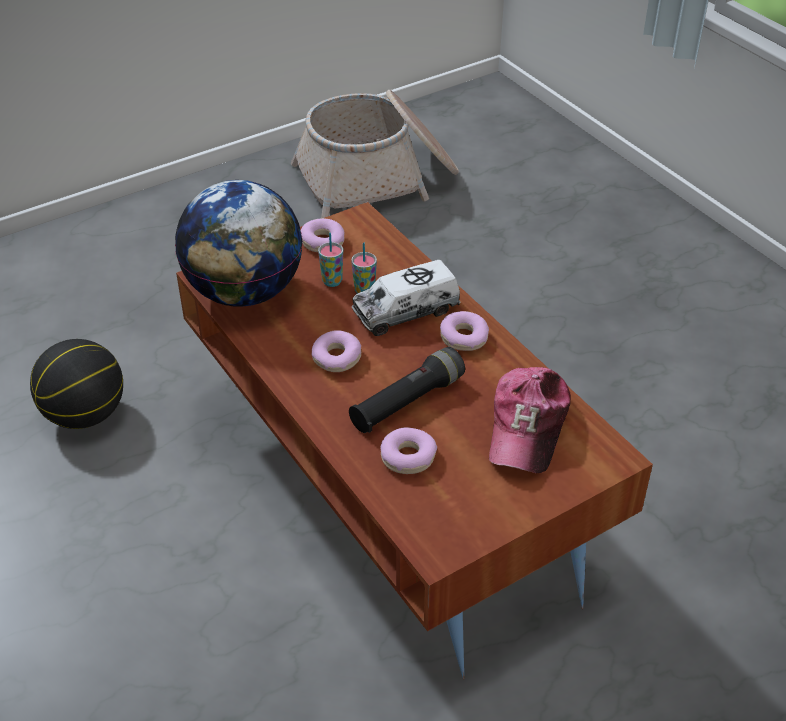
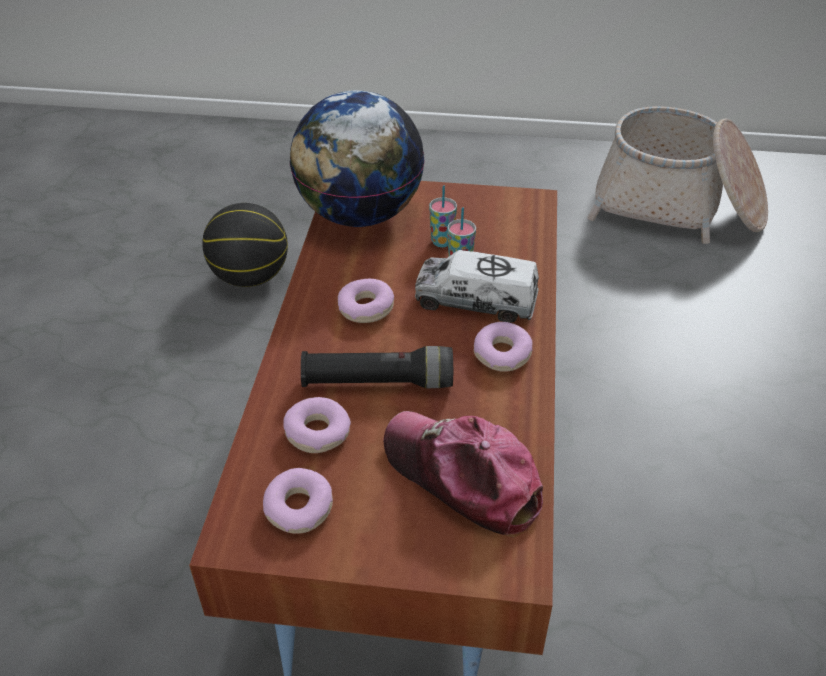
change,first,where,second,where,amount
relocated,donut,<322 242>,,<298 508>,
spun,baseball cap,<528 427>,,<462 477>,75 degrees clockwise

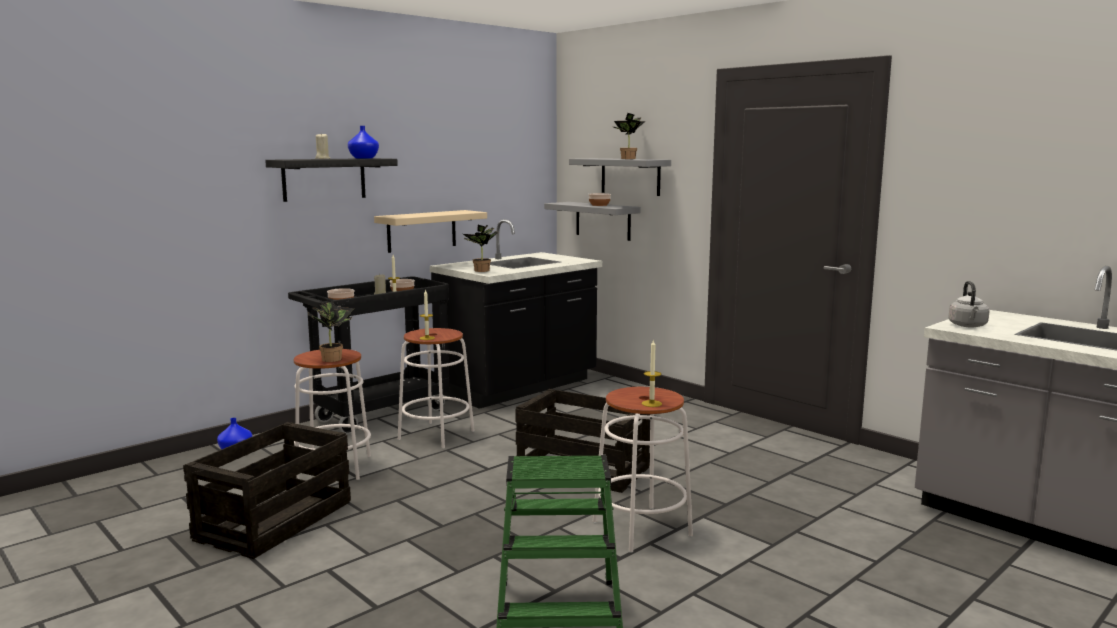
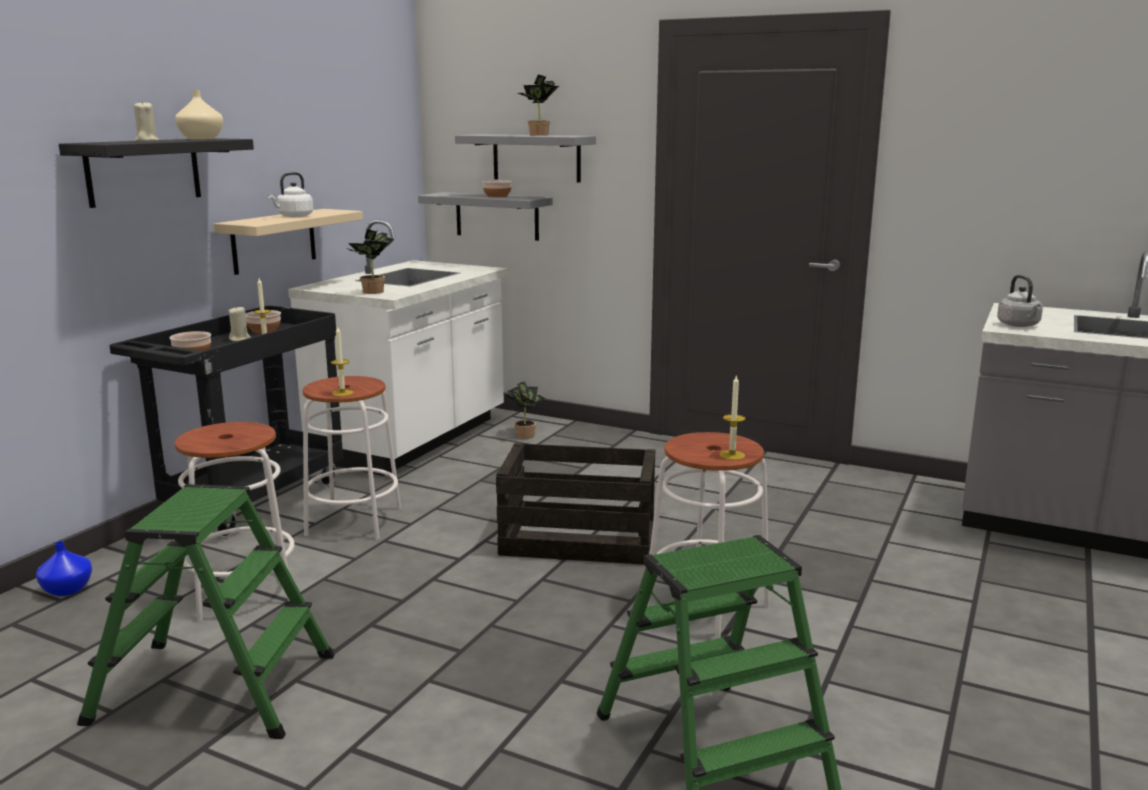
change,first,where,second,where,amount
exchanged,crate,<275 520>,step ladder (greenish),<213 688>,
colour,flower vase (bluish),<364 158>,flower vase (sand-coloured),<202 139>,
appeared,,,kettle (whitish),<294 216>,
colour,kitchen base unit (blackish),<519 387>,kitchen base unit (whitish),<413 439>,
relocated,houseplant,<333 358>,,<524 435>,

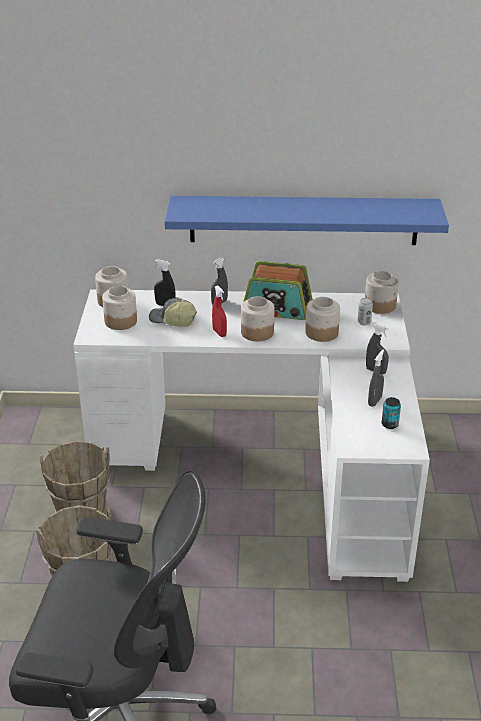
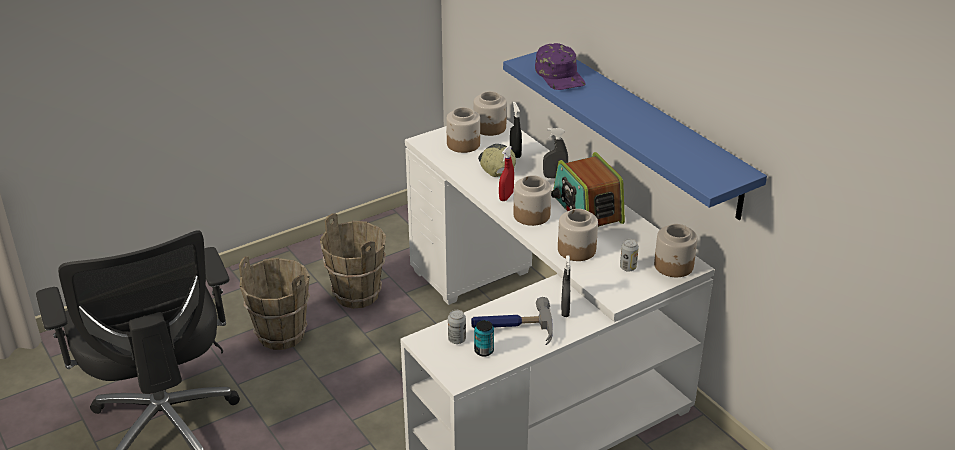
change,first,where,second,where,amount
appeared,,,can,<457 339>,
exchanged,spray bottle (greyish),<374 401>,tool hammer,<512 328>,
appeared,,,baseball cap (purplish),<560 75>,

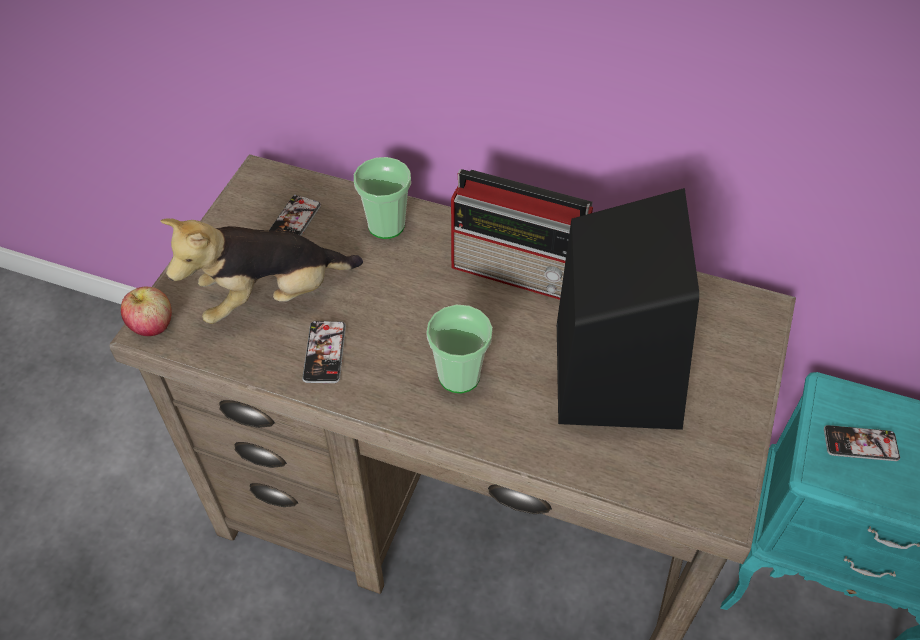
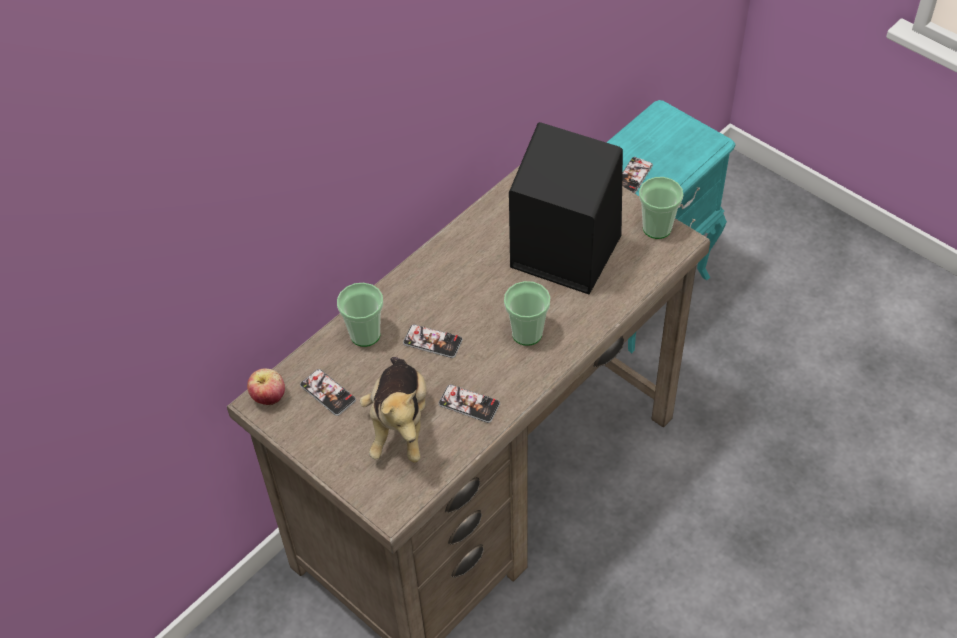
change,first,where,second,where,amount
relocated,apple fruit,<152 326>,,<269 397>,
appeared,,,handset,<432 342>,
appeared,,,cup,<657 228>,
missing,radio receiver,<520 271>,,,

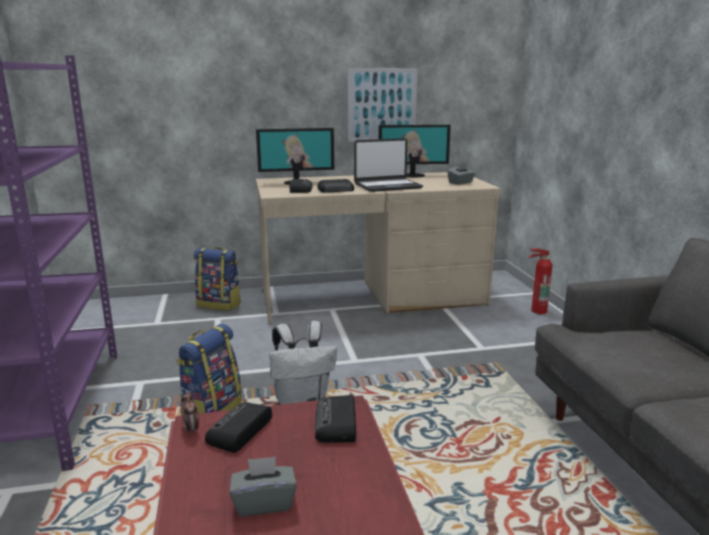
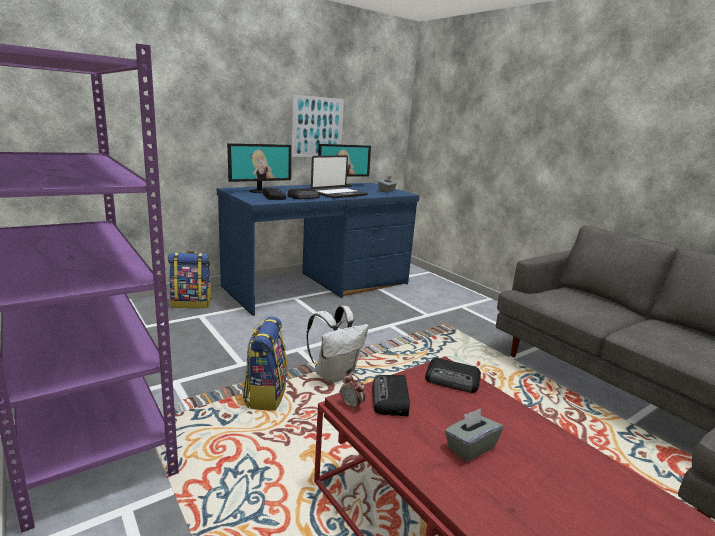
change,first,where,second,where,amount
colour,desk table (sand-coloured),<372 298>,desk table (bluish),<319 285>,
spun,radio receiver,<337 424>,,<453 380>,45 degrees counterclockwise
missing,extinguisher,<537 310>,,,

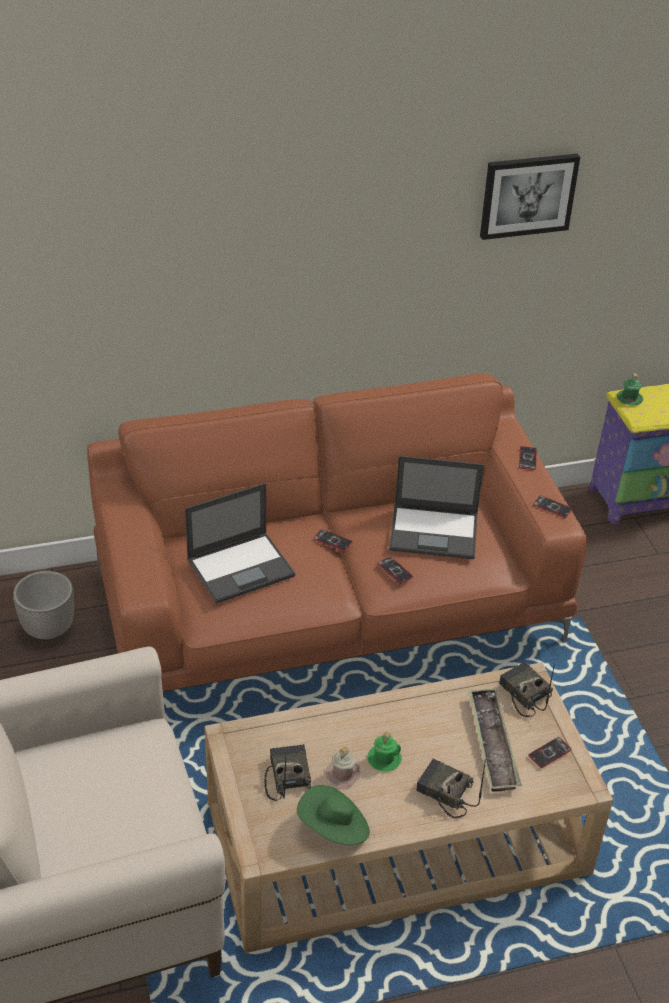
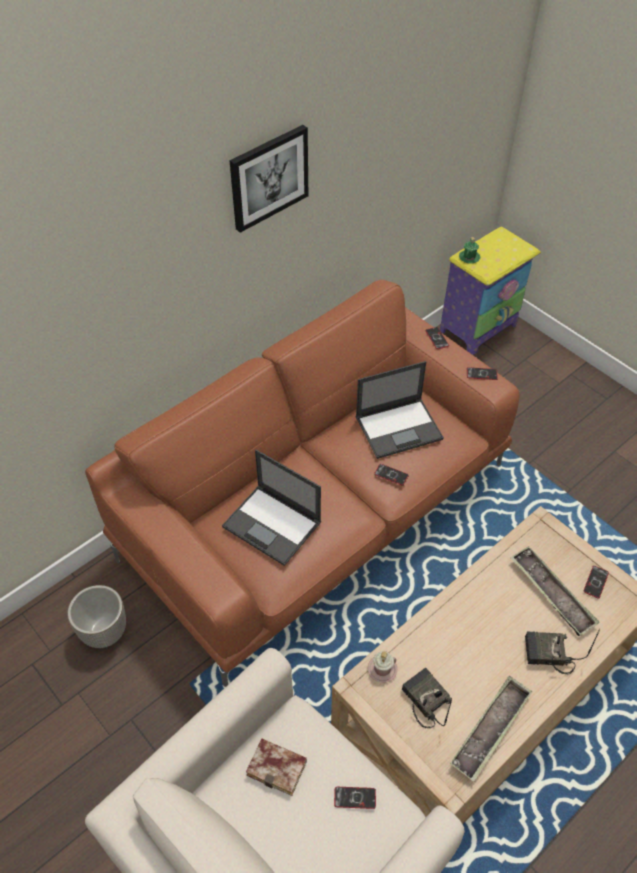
change,first,where,second,where,amount
spun,notebook computer,<241 567>,,<273 525>,90 degrees clockwise
relocated,wall picture,<528 195>,,<268 177>,
appeared,,,volume,<279 768>,
relocated,handset,<332 541>,,<355 798>,
relocated,tea mug (pinkish),<342 774>,,<382 669>,
exchanged,wearable hat (greenish),<334 828>,carrying tray,<491 730>,
missing,tea mug (greenish),<384 759>,,,
missing,radio receiver,<523 694>,,,

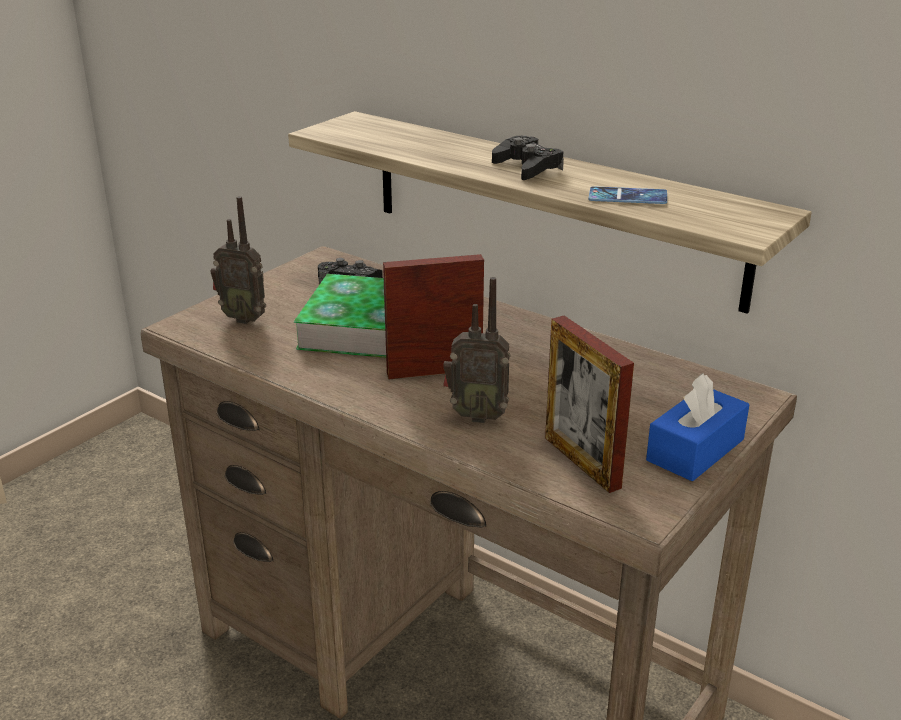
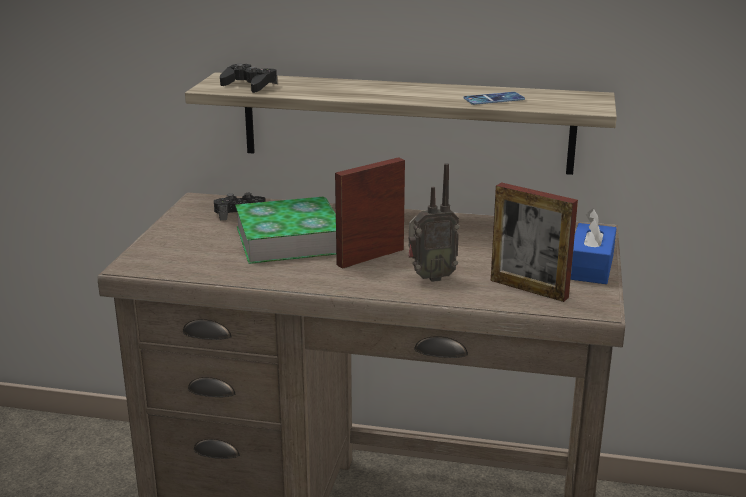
change,first,where,second,where,amount
relocated,game controller (blackish),<527 167>,,<249 85>,
missing,radio receiver,<244 318>,,,

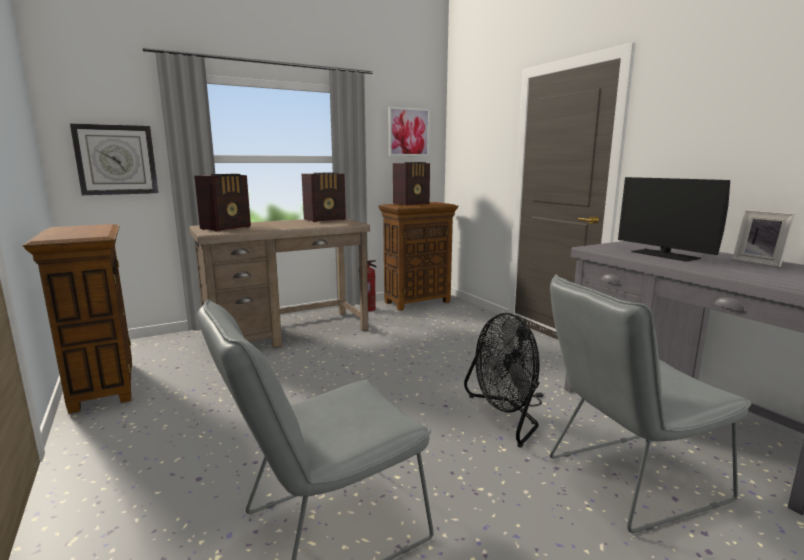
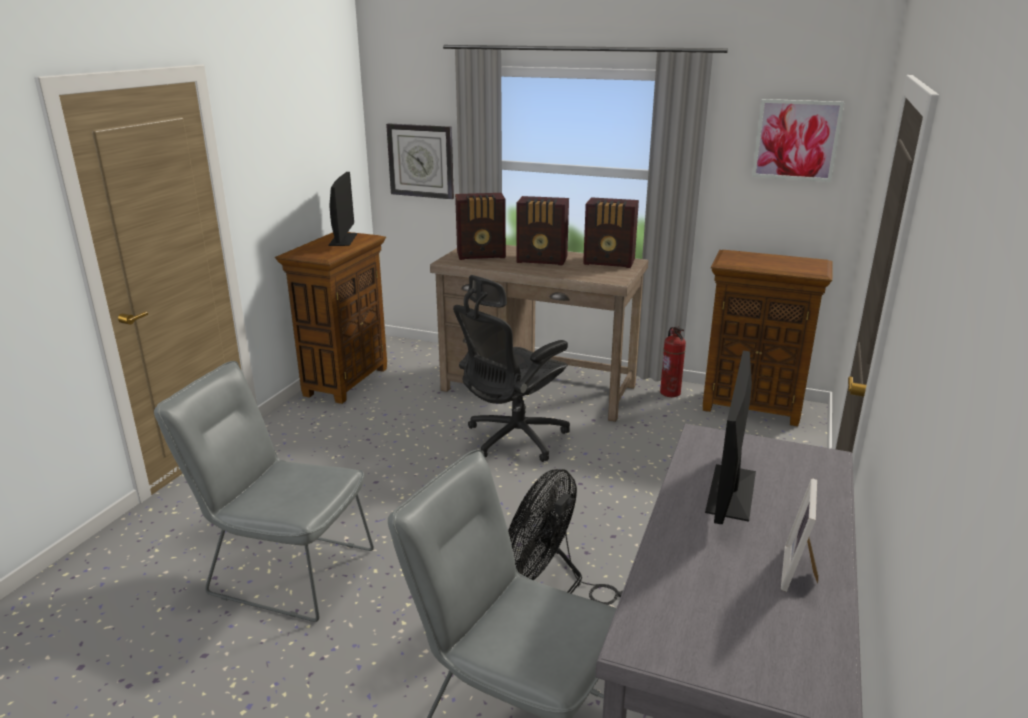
change,first,where,second,where,amount
appeared,,,computer display,<343 239>,
appeared,,,computer chair,<513 440>,
relocated,radio receiver,<412 204>,,<543 260>,

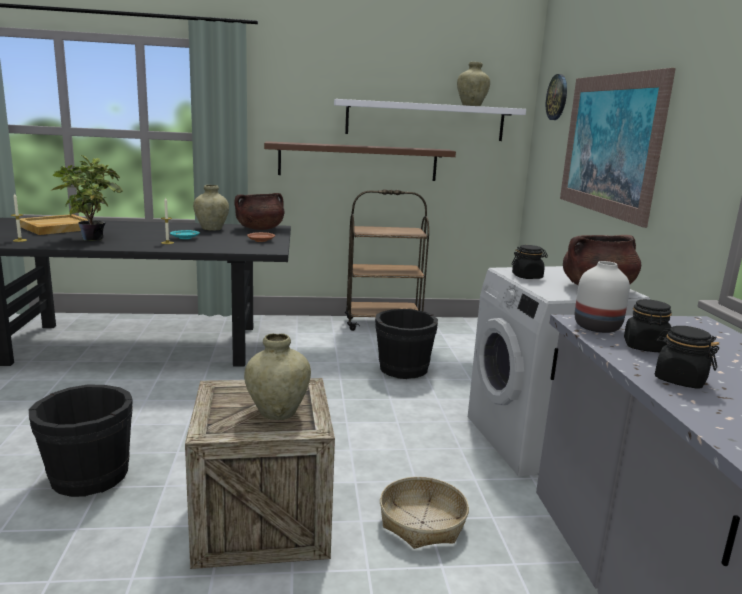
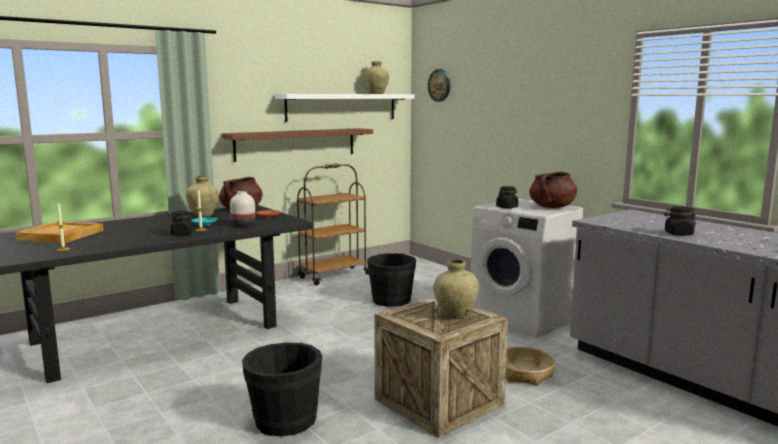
change,first,where,second,where,amount
relocated,jar (blackish),<645 347>,,<181 234>,
relocated,flower vase (whitish),<597 327>,,<243 225>,
missing,houseplant,<92 238>,,,
missing,wall picture,<609 144>,,,

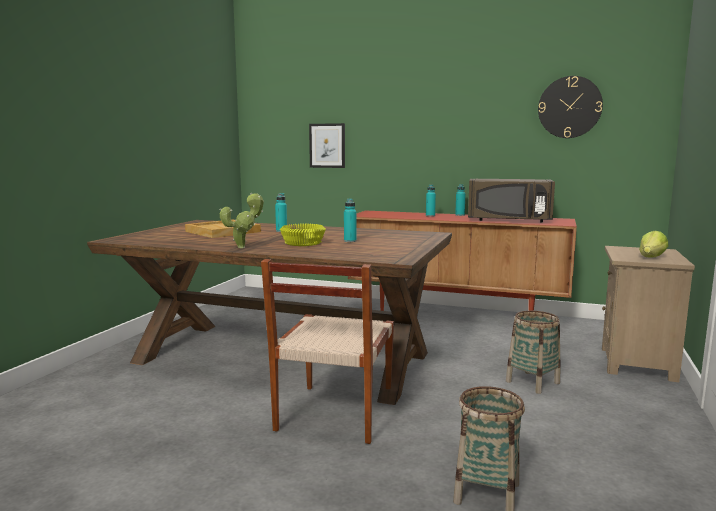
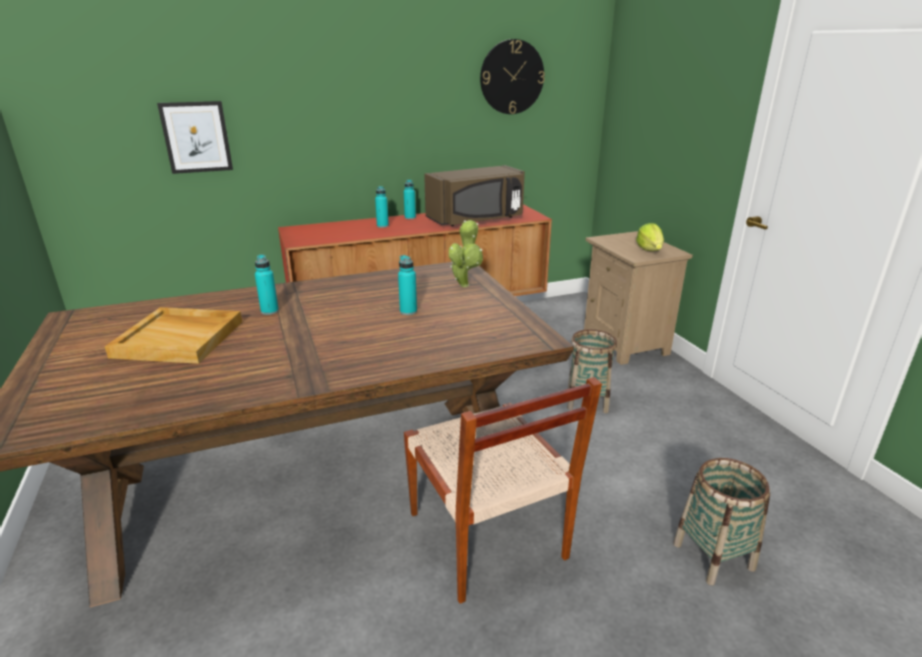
change,first,where,second,where,amount
relocated,houseplant,<244 247>,,<465 284>,
missing,deep dish (yellowish),<304 243>,,,

